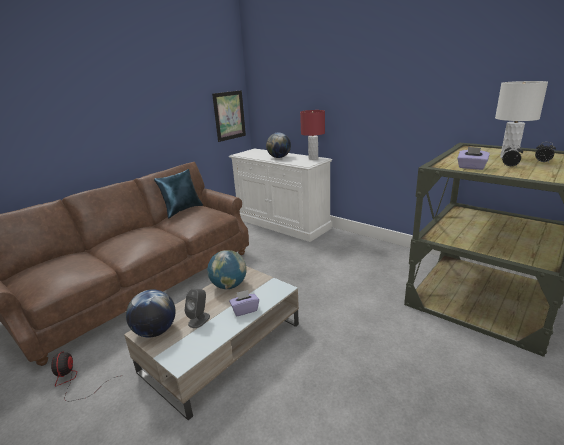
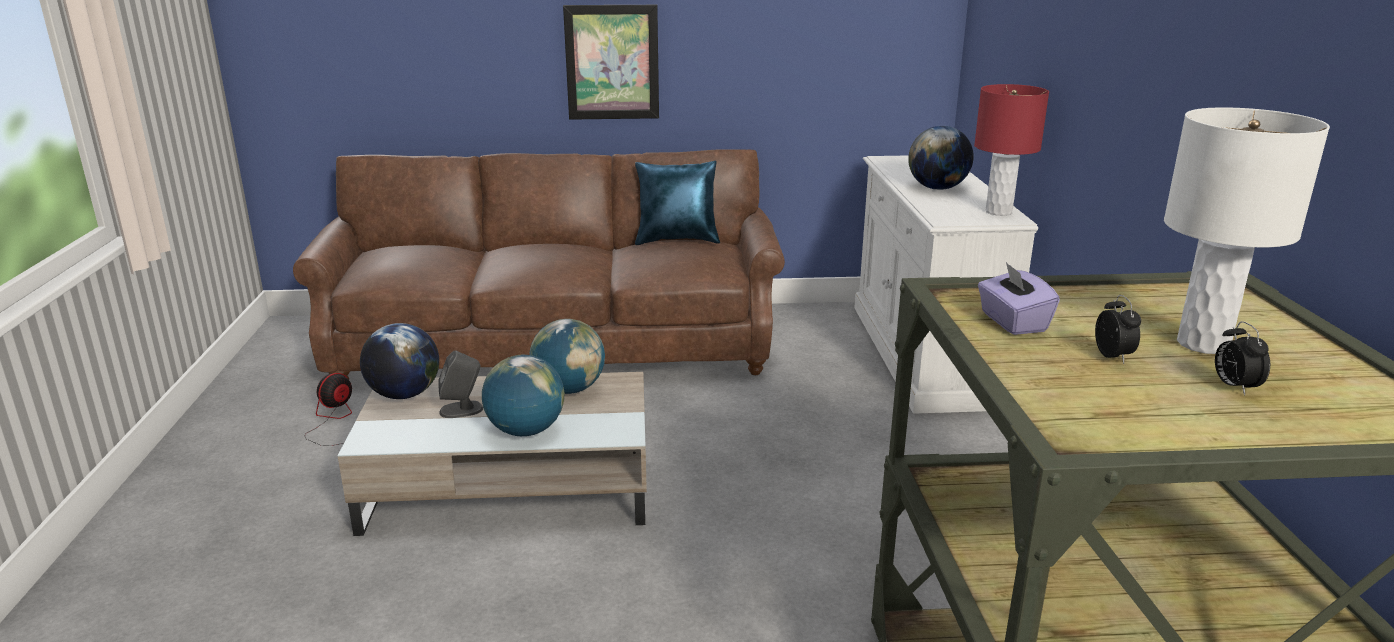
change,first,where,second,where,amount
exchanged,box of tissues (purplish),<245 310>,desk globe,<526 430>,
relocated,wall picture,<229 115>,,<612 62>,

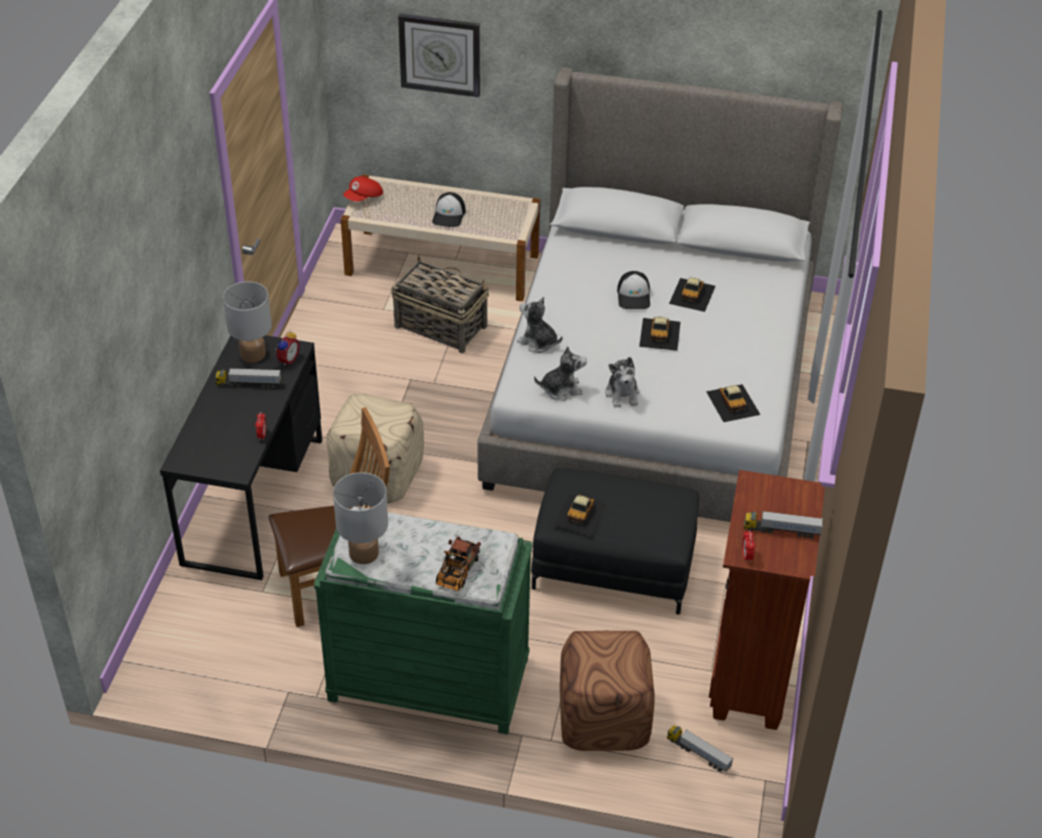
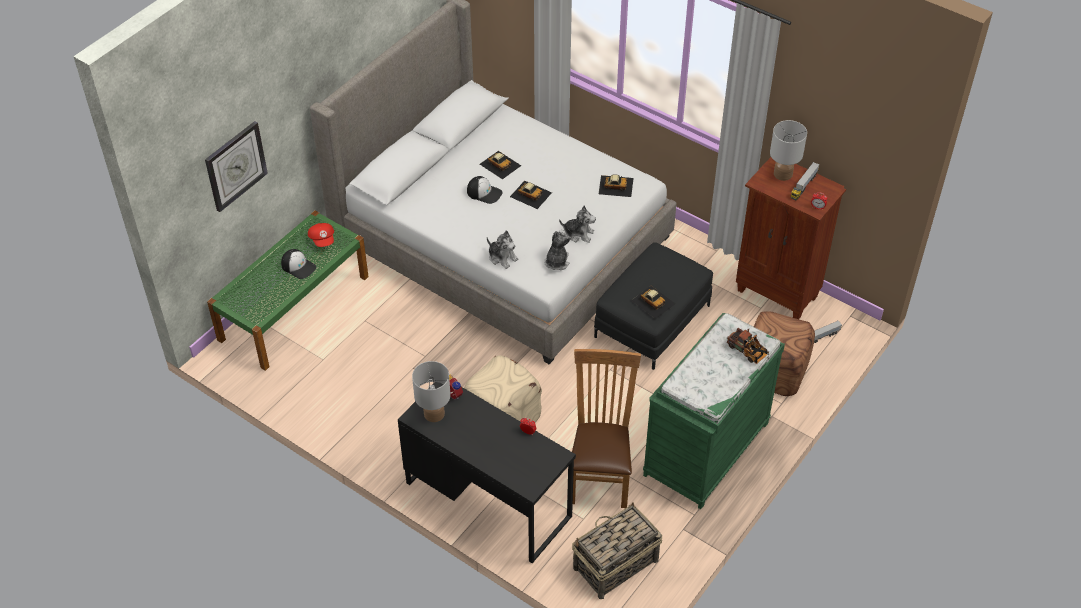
change,first,where,second,where,amount
colour,long seat (sand-coloured),<442 264>,long seat (greenish),<293 307>,
relocated,baseball cap (reddish),<364 198>,,<323 239>,
spun,cuddly toy,<538 342>,,<502 257>,105 degrees counterclockwise
relocated,storage basket,<440 326>,,<614 565>,
relocated,lamp for a table (greyish),<363 553>,,<782 174>,
missing,toy truck,<248 384>,,,

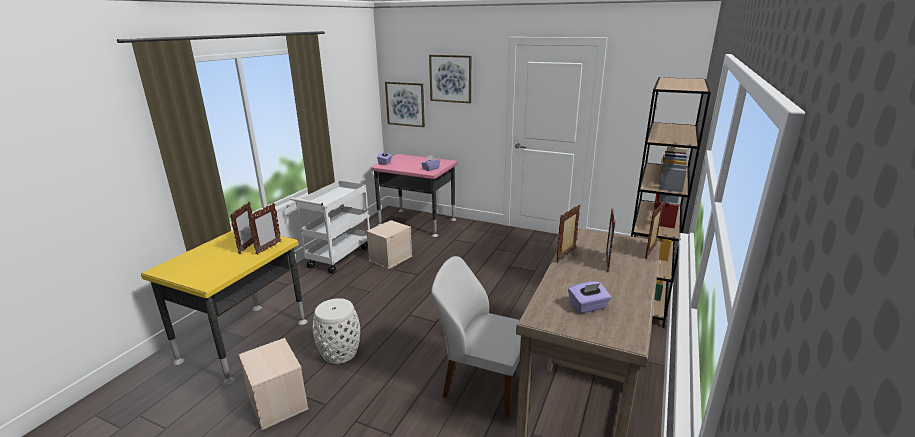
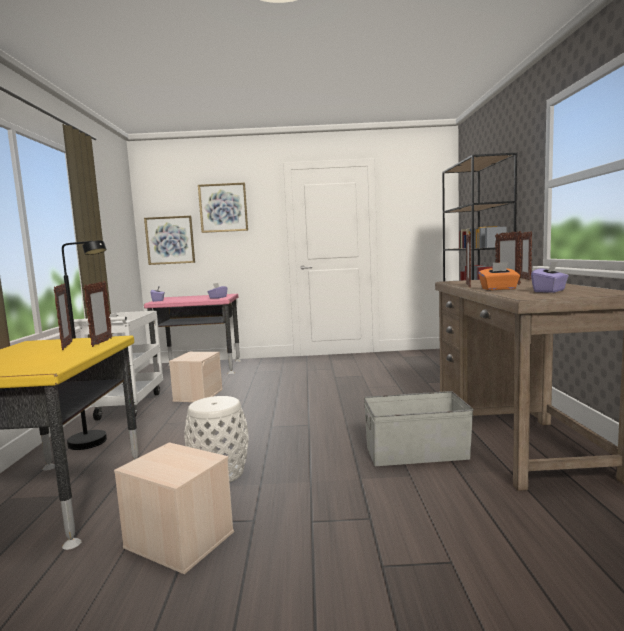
change,first,where,second,where,amount
appeared,,,floor lamp (blackish),<95 443>,
exchanged,chair (whitish),<483 383>,storage box (greyish),<415 452>,
appeared,,,box of tissues (orange),<499 289>,

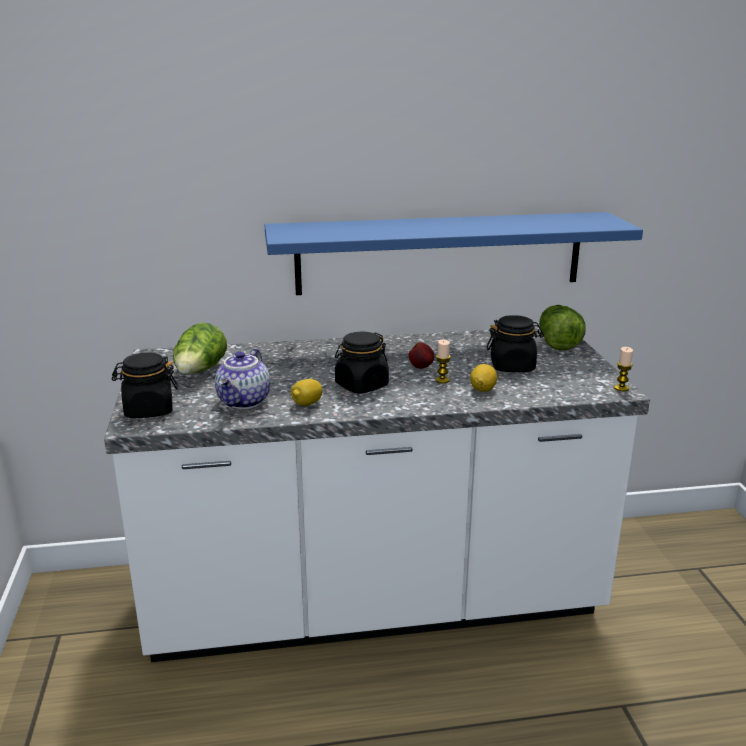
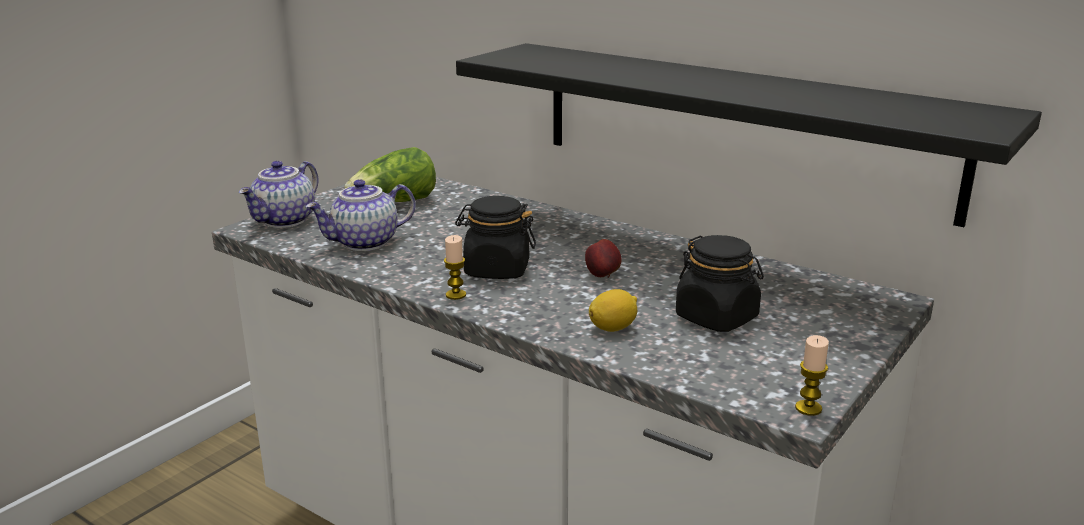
change,first,where,second,where,amount
exchanged,jar (blackish),<148 410>,teapot,<285 221>,
relocated,wax candle,<442 380>,,<456 295>,
colour,bracket shelf (bluish),<440 253>,bracket shelf (blackish),<738 127>,
missing,whole lemon,<307 404>,,,
missing,head of lettuce,<557 342>,,,

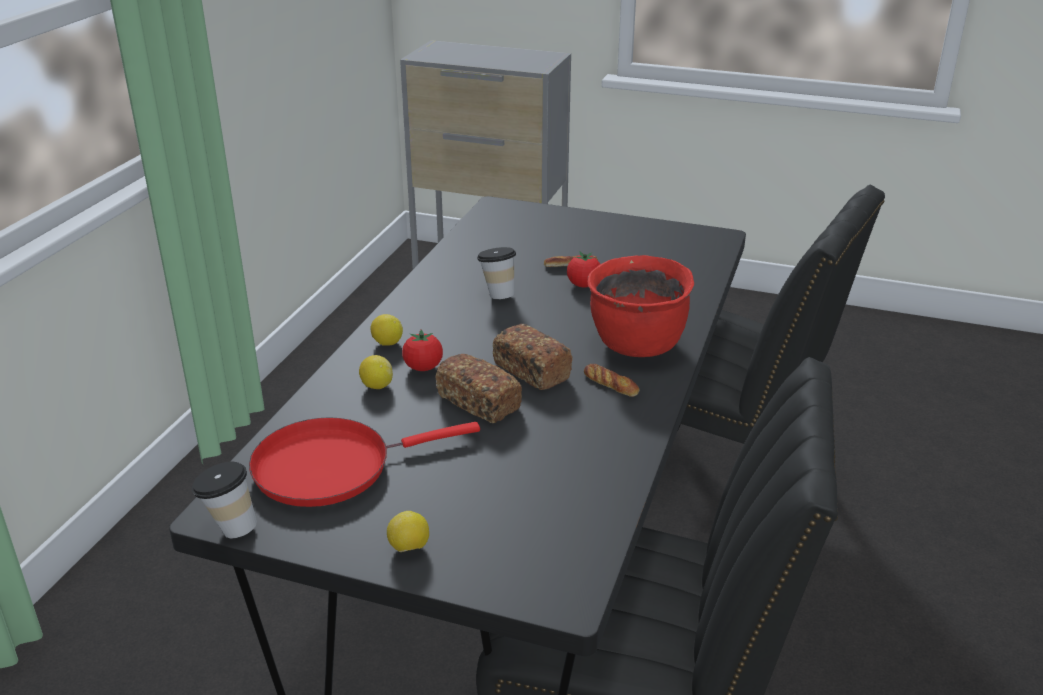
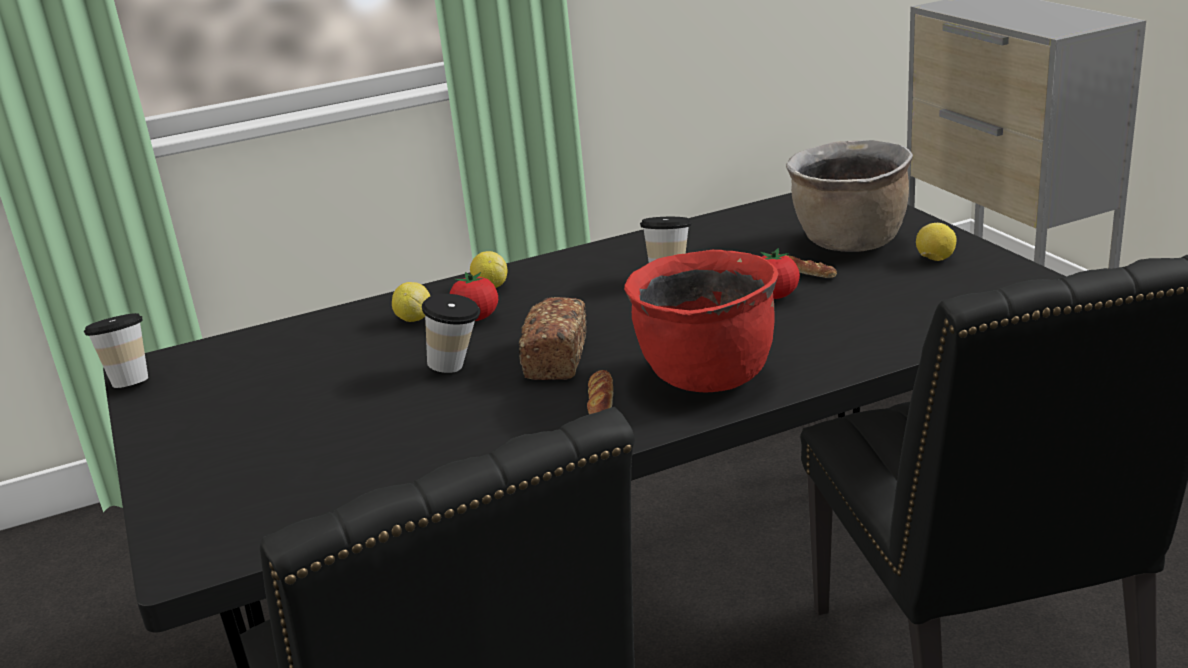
change,first,where,second,where,amount
exchanged,baked bread,<479 402>,cup,<458 366>,
appeared,,,stockpot (brown),<849 243>,
relocated,whole lemon,<409 548>,,<935 259>,
missing,skillet (reddish),<331 466>,,,

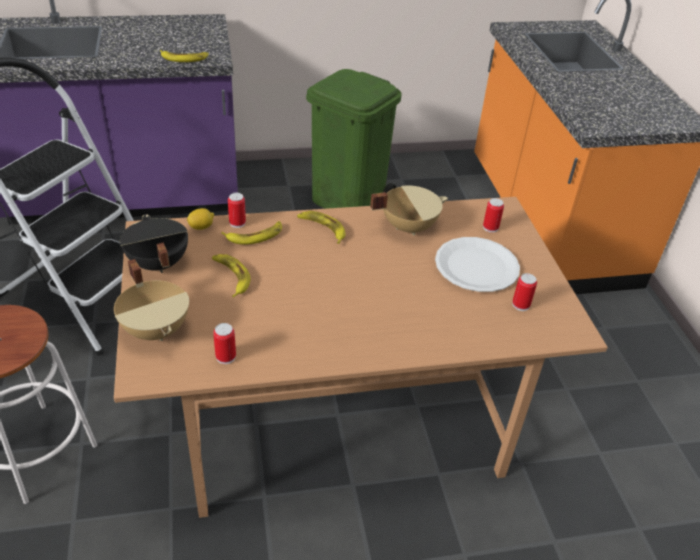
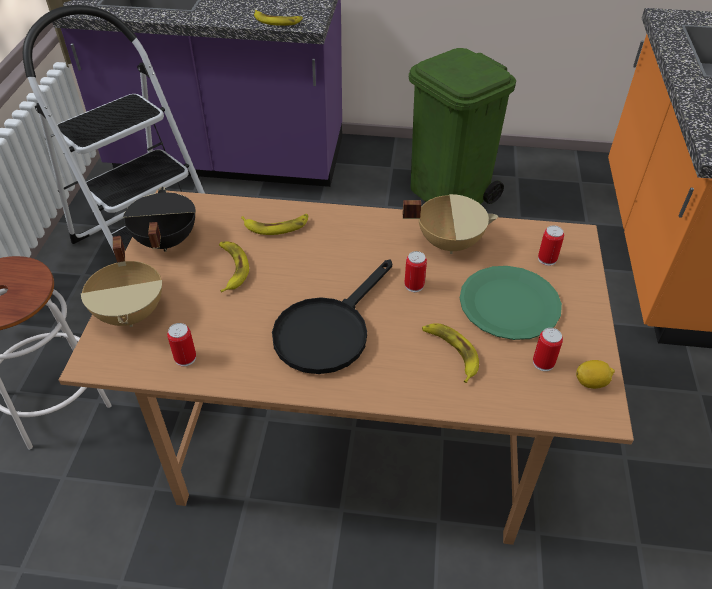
change,first,where,second,where,amount
appeared,,,skillet (blackish),<328 330>,
relocated,can,<237 223>,,<414 285>,
relocated,banana,<322 228>,,<451 352>,
colour,dinner plate (whitish),<476 266>,dinner plate (greenish),<509 304>,
relocated,whole lemon,<201 227>,,<591 382>,

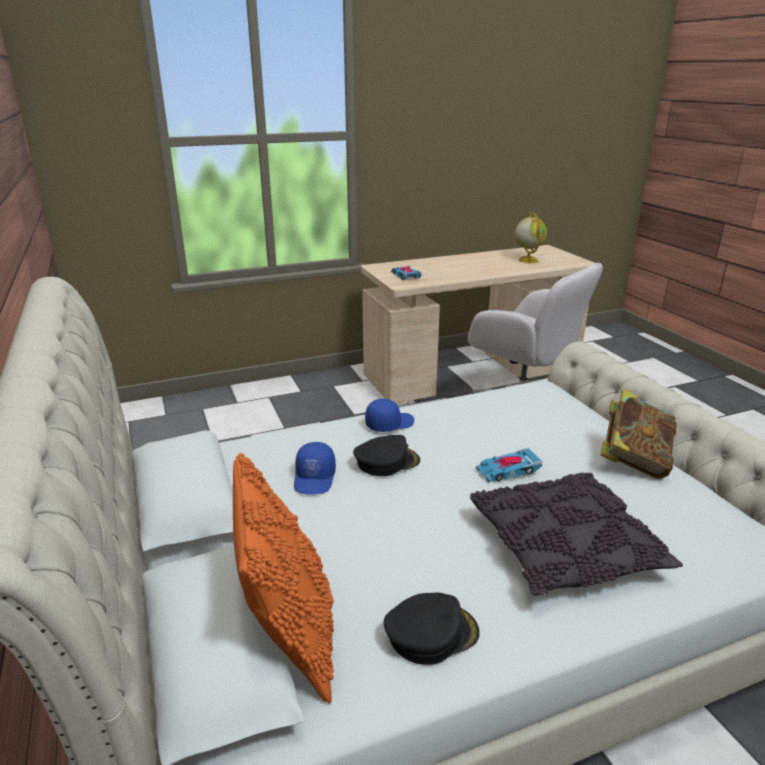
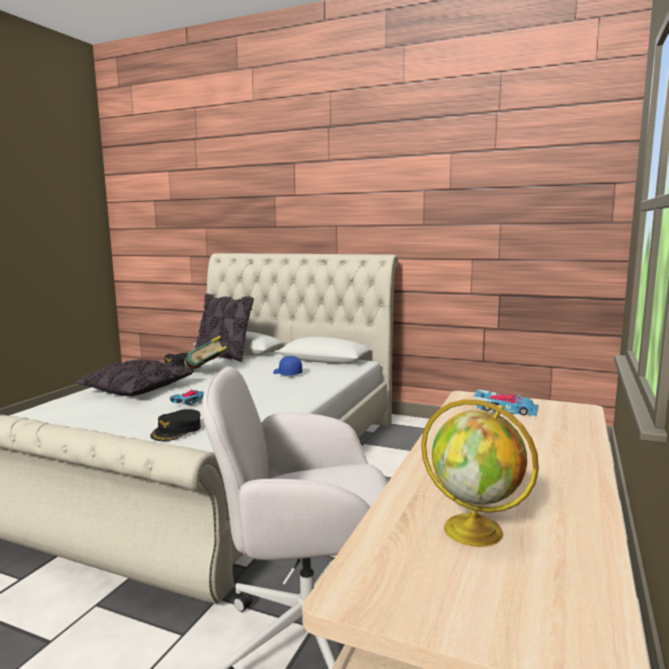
change,first,where,second,where,amount
relocated,baseball cap (blackish),<386 461>,,<177 431>,
relocated,volume,<633 461>,,<206 372>,
colour,throw pillow (orange),<290 632>,throw pillow (blackish),<224 356>,
missing,baseball cap (bluish),<389 423>,,,

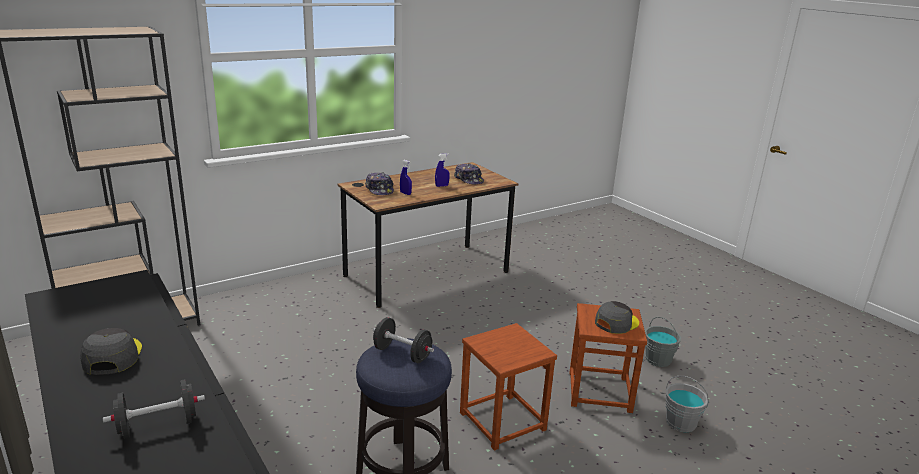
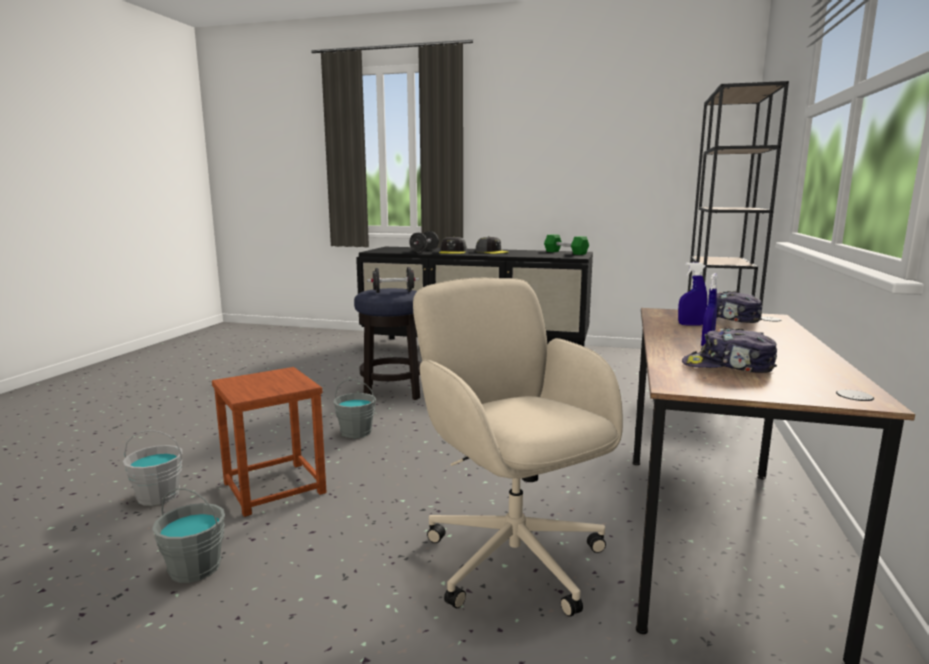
change,first,where,second,where,amount
exchanged,stool (brown),<501 421>,water bucket (greyish),<356 432>,
appeared,,,computer chair (sand-coloured),<513 558>,
relocated,baseball cap (greyish),<616 322>,,<453 252>,
appeared,,,hand weight (greenish),<565 253>,

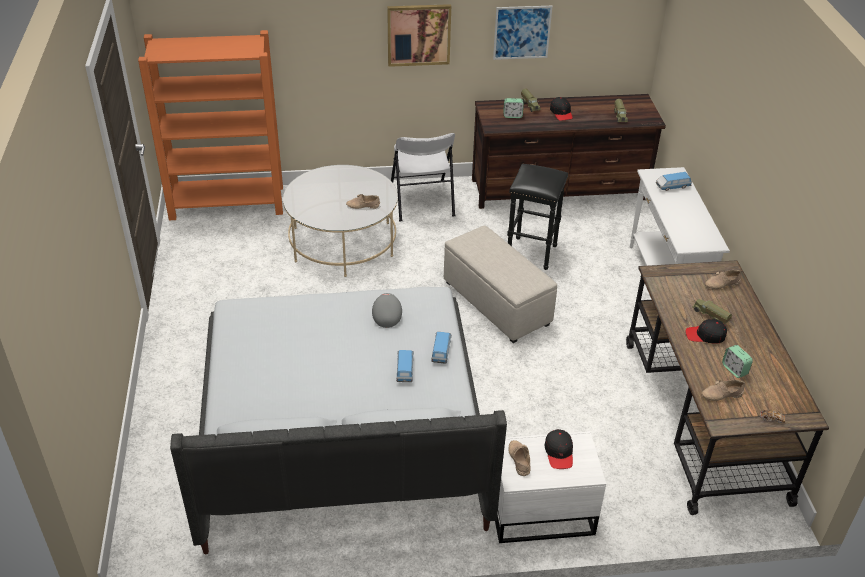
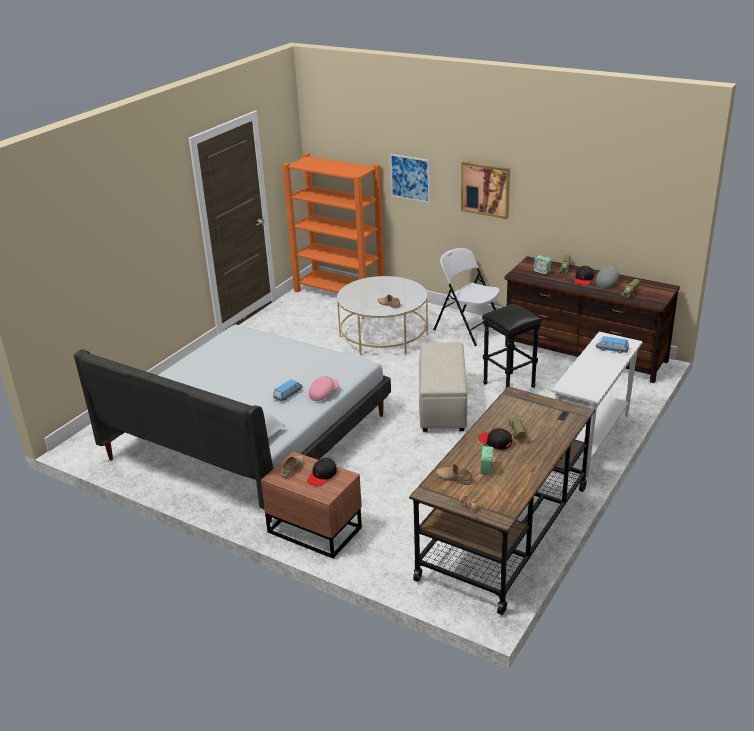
change,first,where,second,where,amount
colour,bedside table (whitish),<539 511>,bedside table (brown),<314 528>,
exchanged,miniature car,<441 351>,baseball cap (pinkish),<323 394>,
relocated,wall picture,<522 32>,,<410 178>,
spun,chair (whitish),<421 201>,,<468 329>,105 degrees clockwise
relocated,baseball cap (greyish),<386 315>,,<607 282>,
missing,shoe (sand-coloured),<722 284>,,,

